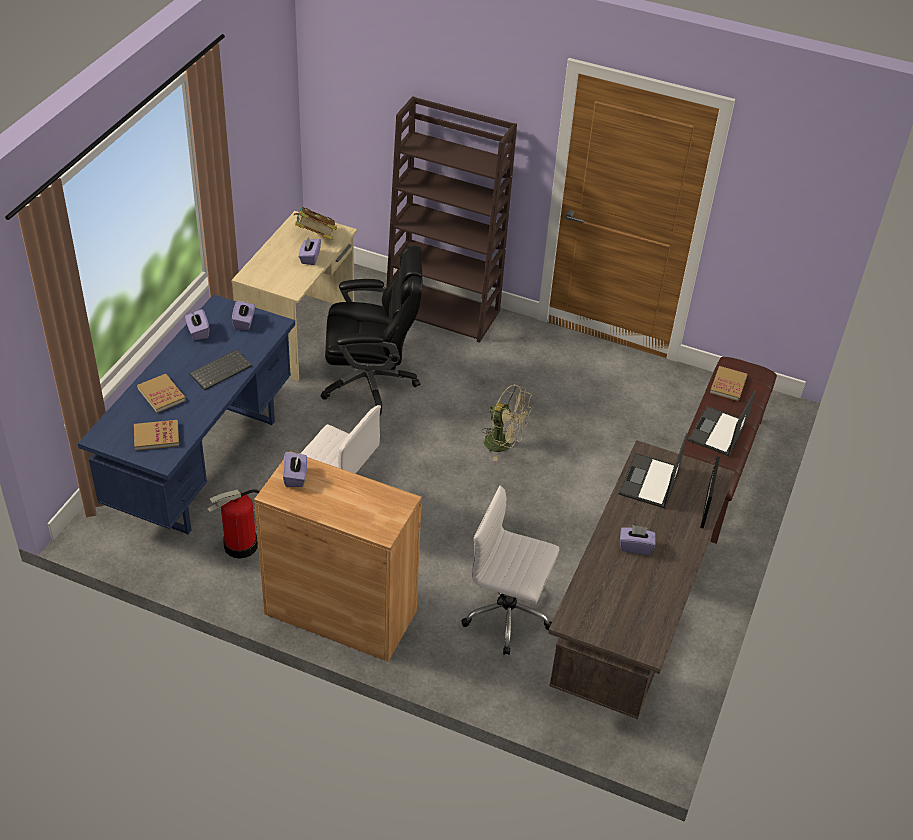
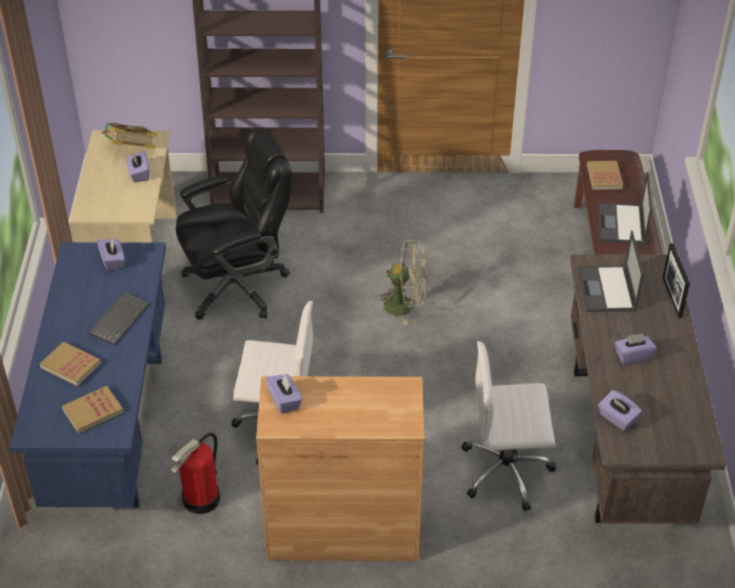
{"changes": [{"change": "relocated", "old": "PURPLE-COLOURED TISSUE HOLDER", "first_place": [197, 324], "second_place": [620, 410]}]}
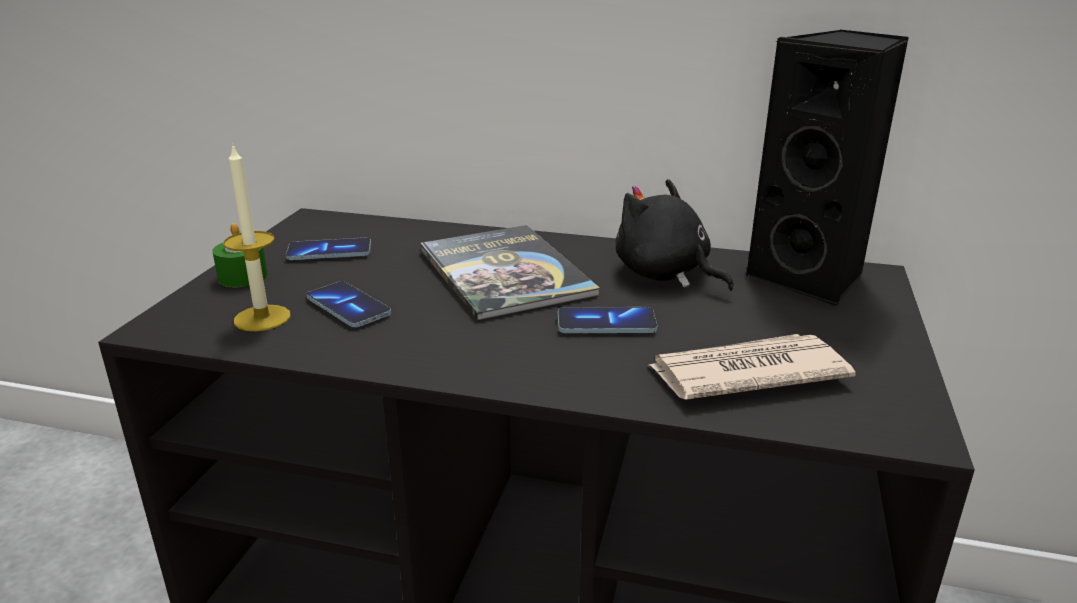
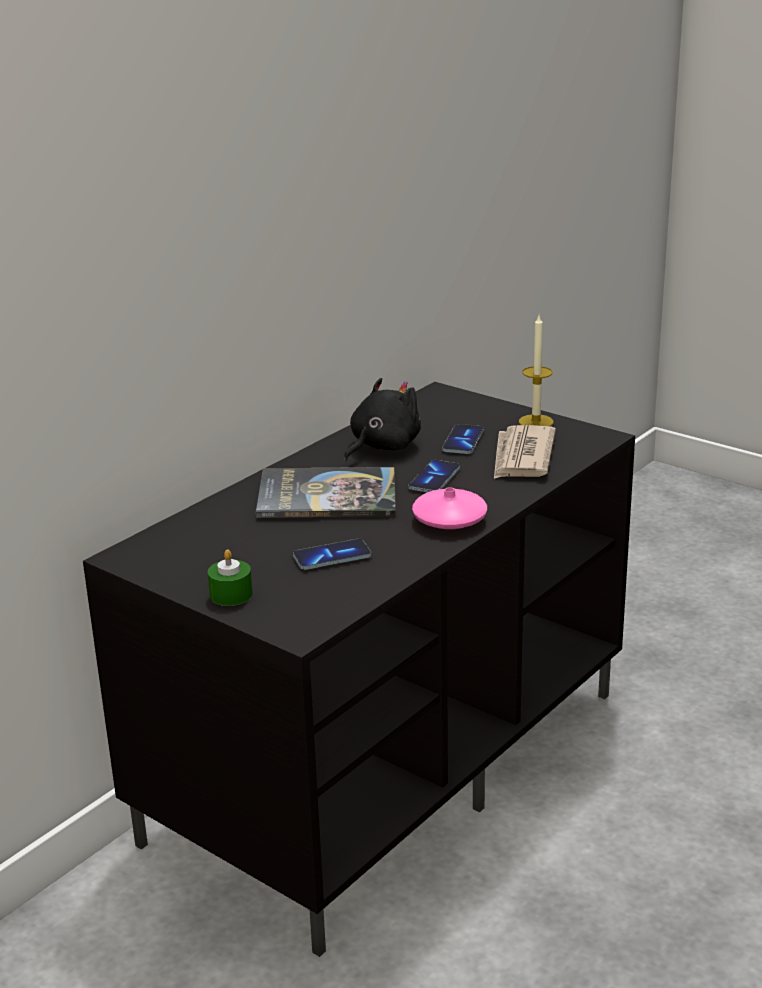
{"changes": [{"change": "missing", "old": "BLACK-COLOURED AUDIO SPEAKER", "first_place": [827, 168]}, {"change": "relocated", "old": "CANDLE", "first_place": [257, 237], "second_place": [536, 370]}, {"change": "spun", "old": "BLACK-COLOURED CUDDLY TOY", "first_place": [675, 235], "second_place": [382, 419], "degrees": 150}, {"change": "relocated", "old": "TELEPHONE", "first_place": [328, 248], "second_place": [463, 439]}, {"change": "appeared", "new": "PINK DECORATIVE VASE", "second_place": [449, 508]}]}
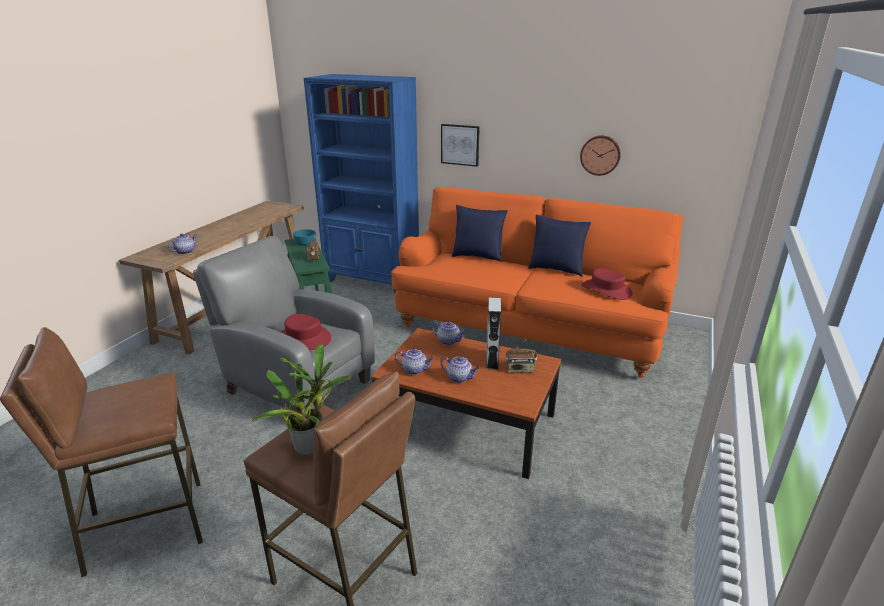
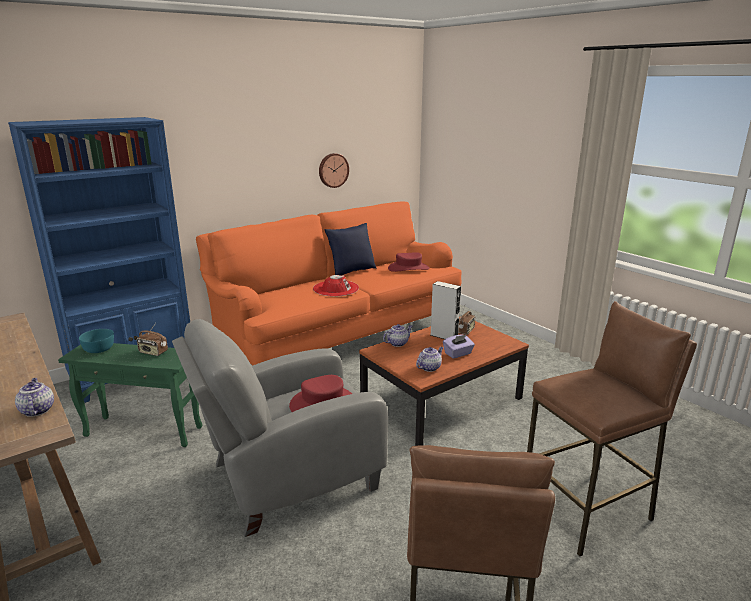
{"changes": [{"change": "missing", "old": "PICTURE", "first_place": [460, 145]}, {"change": "missing", "old": "BLUISH THROW PILLOW", "first_place": [480, 233]}, {"change": "missing", "old": "PLANT IN A POT", "first_place": [302, 399]}, {"change": "exchanged", "old": "POT FOR TEA", "new": "PURPLE-COLOURED TISSUE HOLDER", "first_place": [460, 370], "second_place": [459, 346]}, {"change": "appeared", "new": "RED CLOTHING HAT", "second_place": [336, 286]}]}
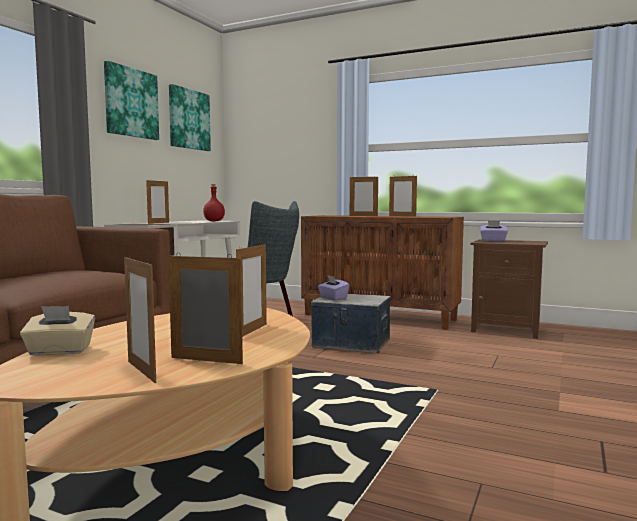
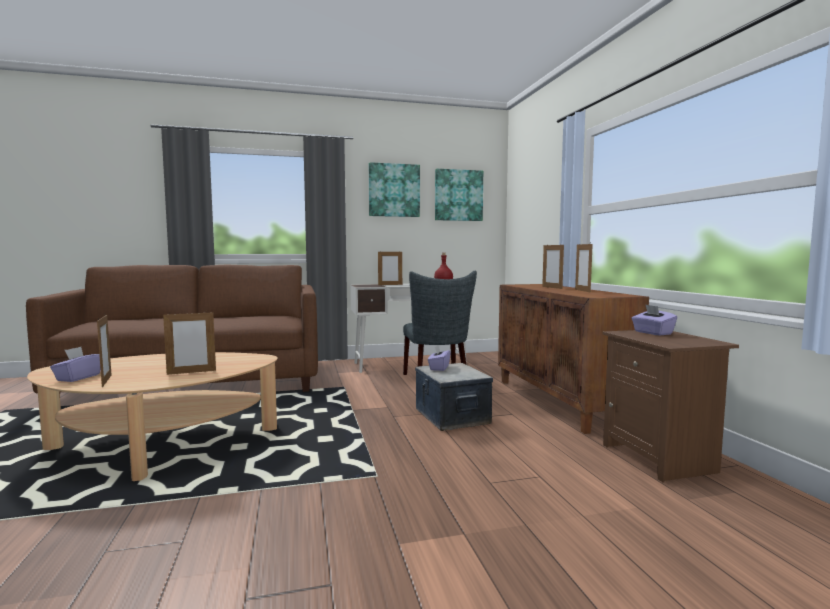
{"changes": [{"change": "exchanged", "old": "STANDING FRAME", "new": "PURPLE-COLOURED TISSUE HOLDER", "first_place": [140, 319], "second_place": [75, 364]}, {"change": "missing", "old": "BEIGE TISSUE HOLDER", "first_place": [57, 330]}]}
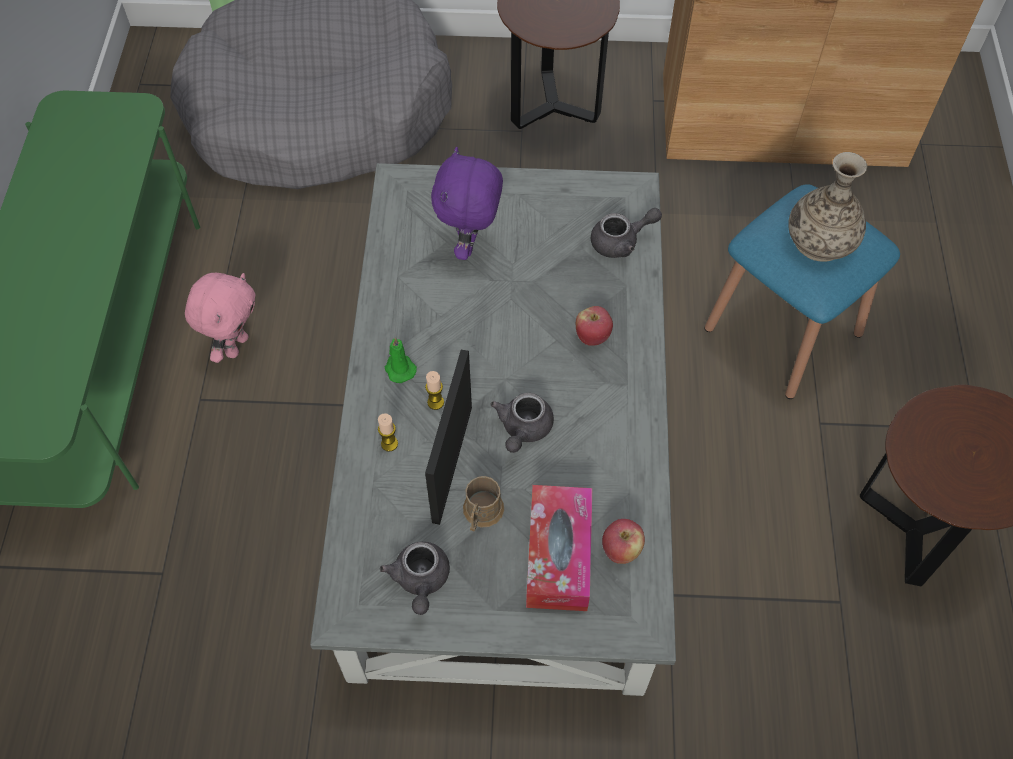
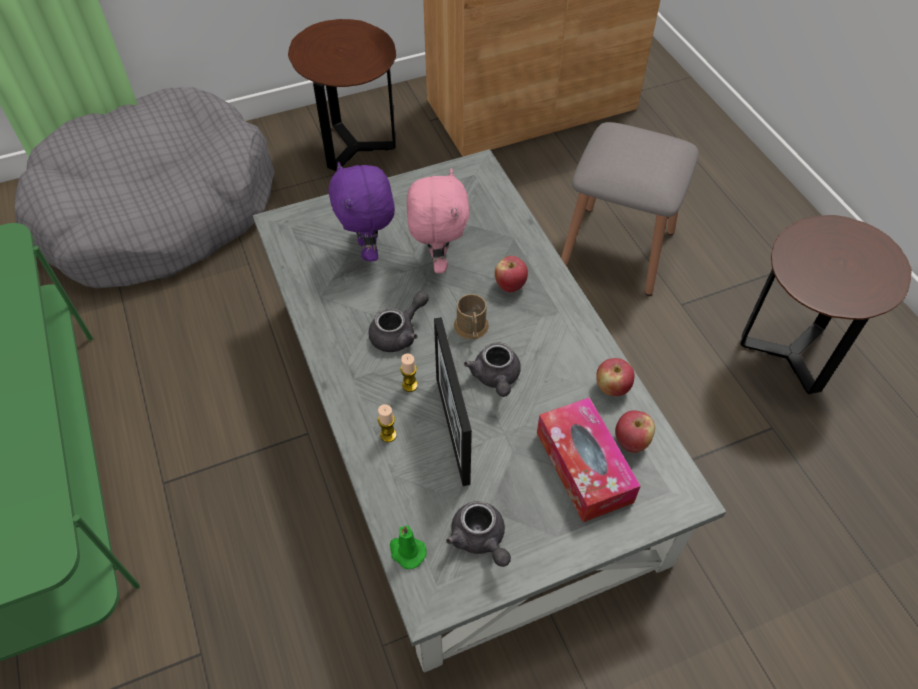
{"changes": [{"change": "missing", "old": "DECORATIVE VASE", "first_place": [827, 207]}, {"change": "colour", "old": "BLUISH SITTING STOOL", "new": "GREY SITTING STOOL", "first_place": [802, 291], "second_place": [630, 209]}, {"change": "relocated", "old": "GREY POT FOR TEA", "first_place": [626, 233], "second_place": [399, 321]}, {"change": "relocated", "old": "PINK CUDDLY TOY", "first_place": [220, 318], "second_place": [438, 221]}, {"change": "relocated", "old": "GREEN CANDLE", "first_place": [401, 360], "second_place": [408, 547]}, {"change": "relocated", "old": "BROWNISH TEA MUG", "first_place": [483, 504], "second_place": [471, 317]}, {"change": "appeared", "new": "APPLE FRUIT", "second_place": [615, 377]}]}
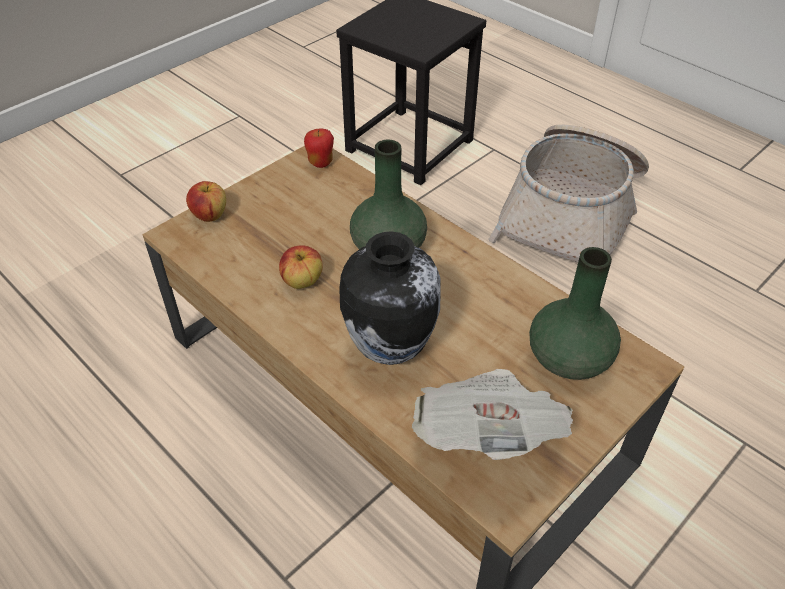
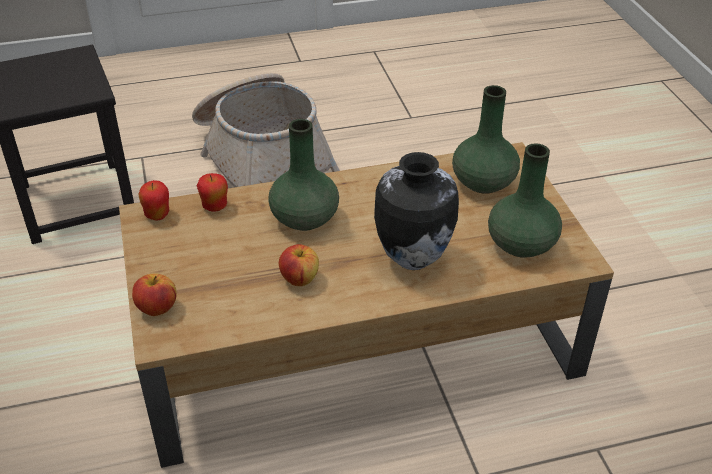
{"changes": [{"change": "exchanged", "old": "DAILY PAPER", "new": "GREEN DECORATIVE VASE", "first_place": [492, 414], "second_place": [525, 200]}, {"change": "appeared", "new": "APPLE FRUIT", "second_place": [212, 192]}]}
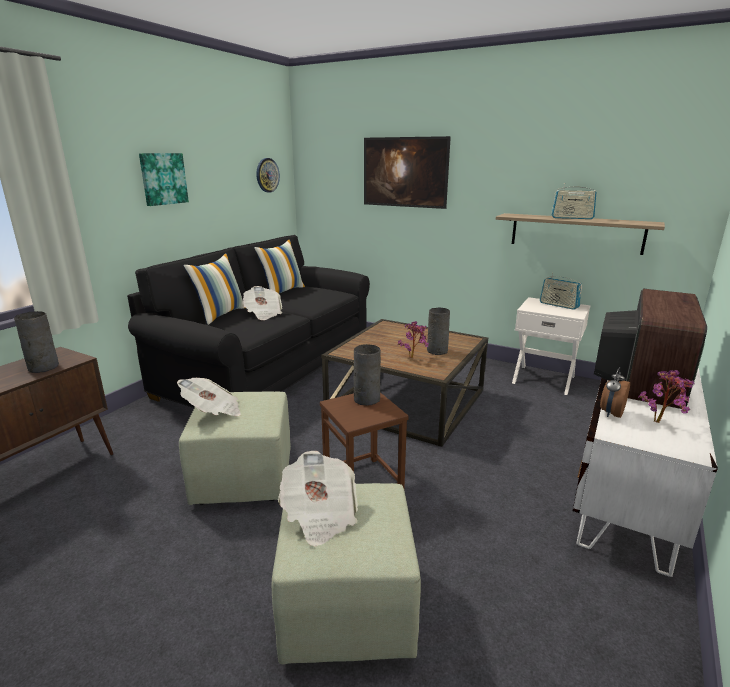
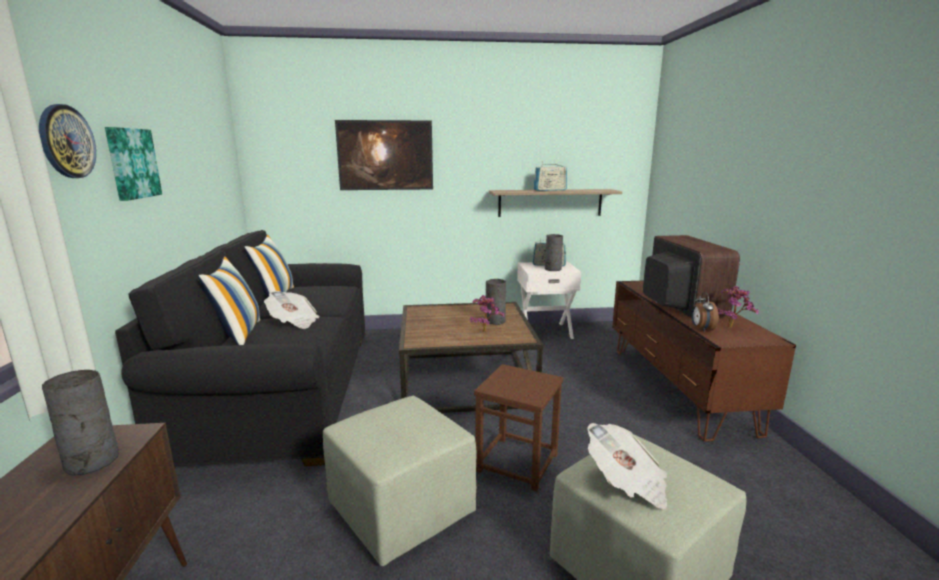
{"changes": [{"change": "relocated", "old": "CLOCK ON THE WALL", "first_place": [268, 175], "second_place": [67, 141]}, {"change": "relocated", "old": "GREY DECORATIVE VASE", "first_place": [367, 375], "second_place": [554, 252]}, {"change": "colour", "old": "WHITE TV STAND", "new": "BROWNISH TV STAND", "first_place": [645, 472], "second_place": [704, 361]}, {"change": "missing", "old": "DAILY PAPER", "first_place": [209, 397]}]}
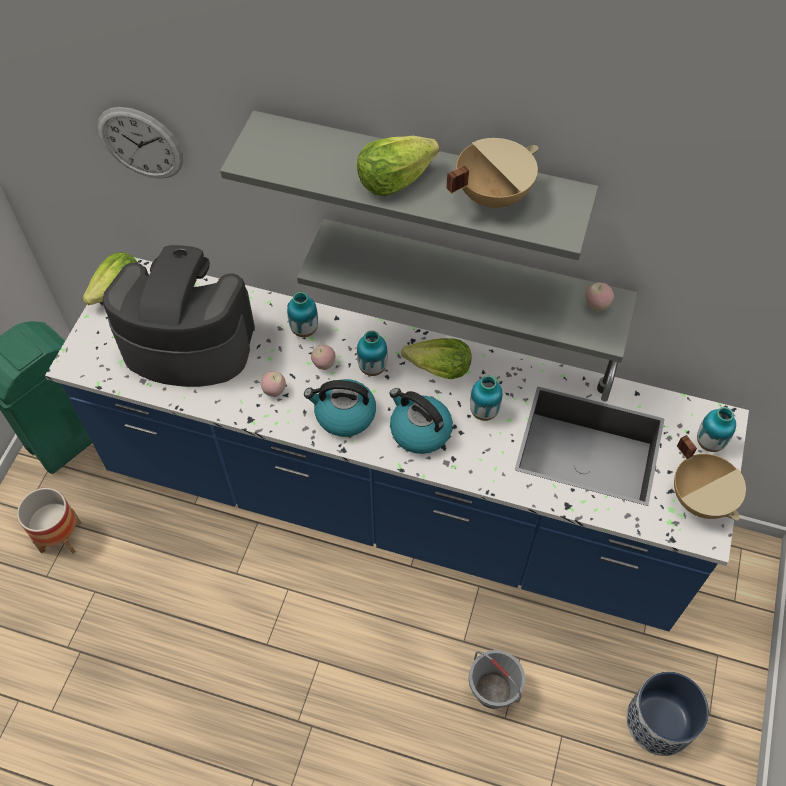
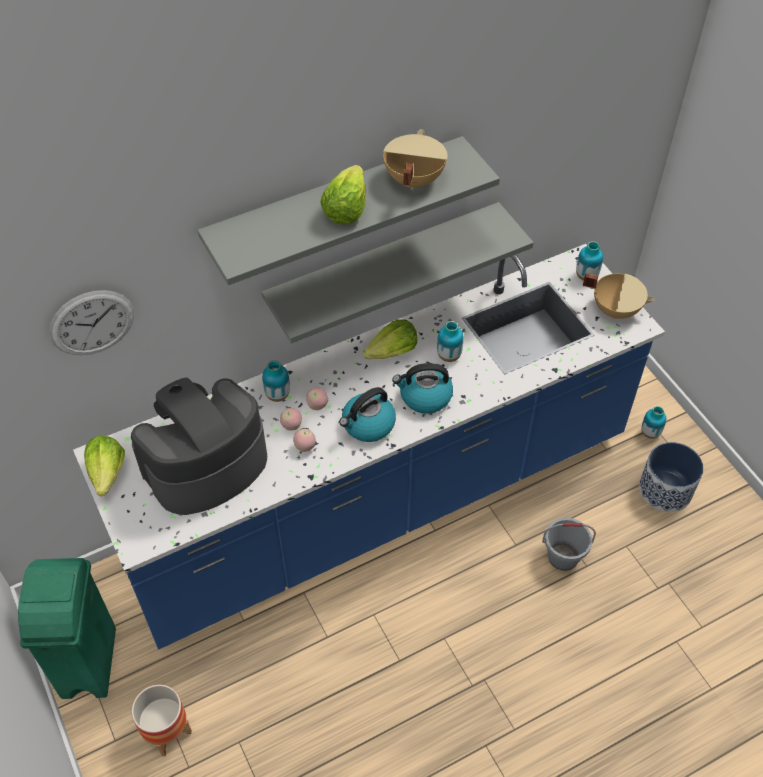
{"changes": [{"change": "relocated", "old": "APPLE FRUIT", "first_place": [599, 296], "second_place": [291, 419]}, {"change": "relocated", "old": "DECORATIVE VASE", "first_place": [372, 353], "second_place": [653, 422]}]}
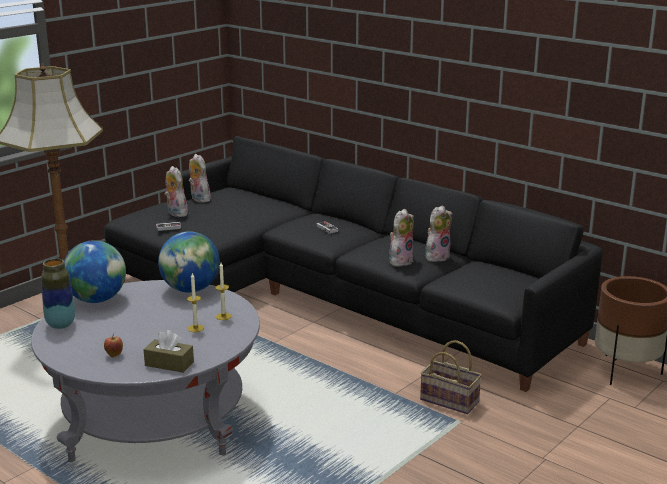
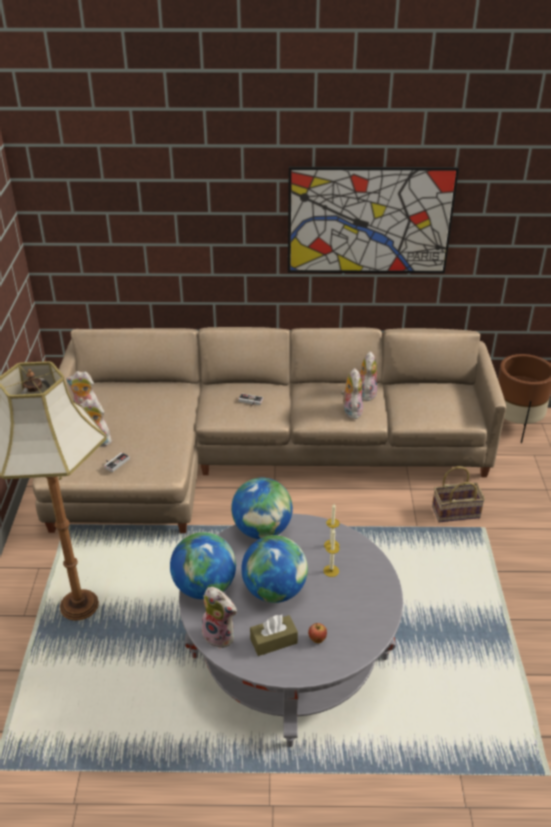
{"changes": [{"change": "colour", "old": "BLACK-COLOURED SOFA", "new": "BEIGE SOFA", "first_place": [353, 264], "second_place": [269, 430]}, {"change": "exchanged", "old": "DECORATIVE VASE", "new": "CUDDLY TOY", "first_place": [58, 293], "second_place": [219, 618]}, {"change": "relocated", "old": "BROWNISH TISSUE HOLDER", "first_place": [169, 351], "second_place": [274, 635]}, {"change": "appeared", "new": "PICTURE", "second_place": [373, 220]}, {"change": "appeared", "new": "GLOBE", "second_place": [274, 569]}]}
